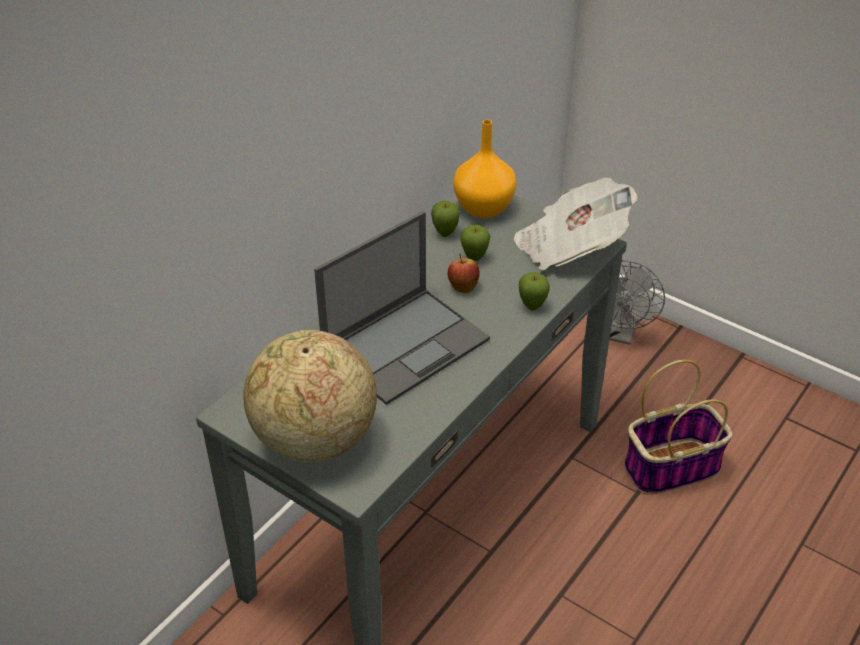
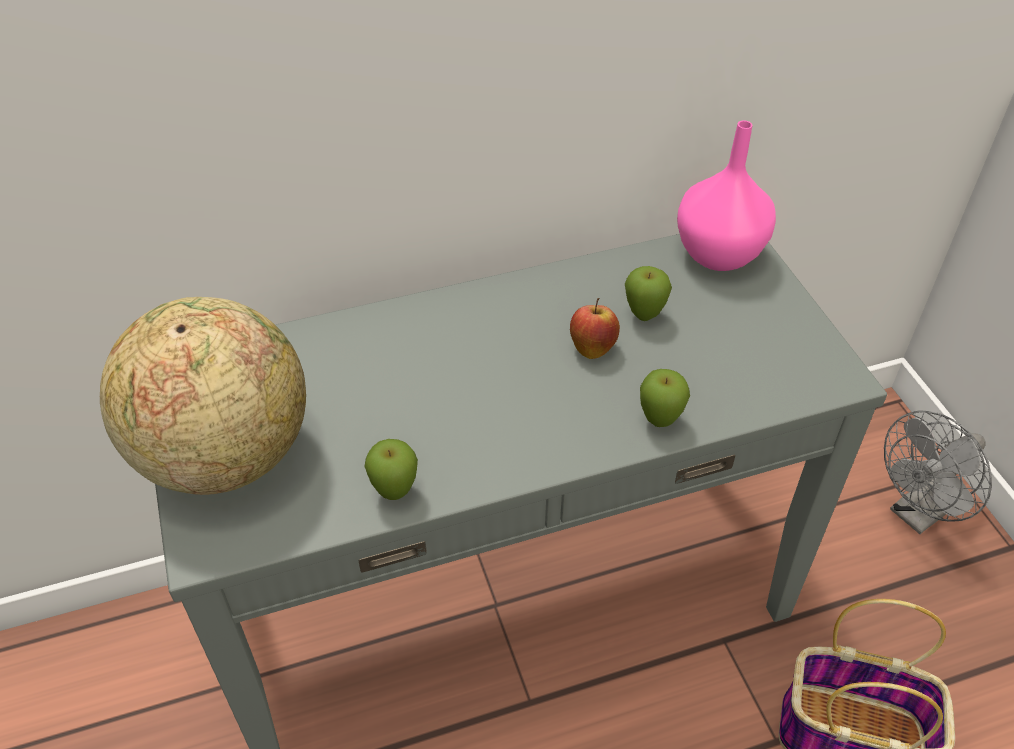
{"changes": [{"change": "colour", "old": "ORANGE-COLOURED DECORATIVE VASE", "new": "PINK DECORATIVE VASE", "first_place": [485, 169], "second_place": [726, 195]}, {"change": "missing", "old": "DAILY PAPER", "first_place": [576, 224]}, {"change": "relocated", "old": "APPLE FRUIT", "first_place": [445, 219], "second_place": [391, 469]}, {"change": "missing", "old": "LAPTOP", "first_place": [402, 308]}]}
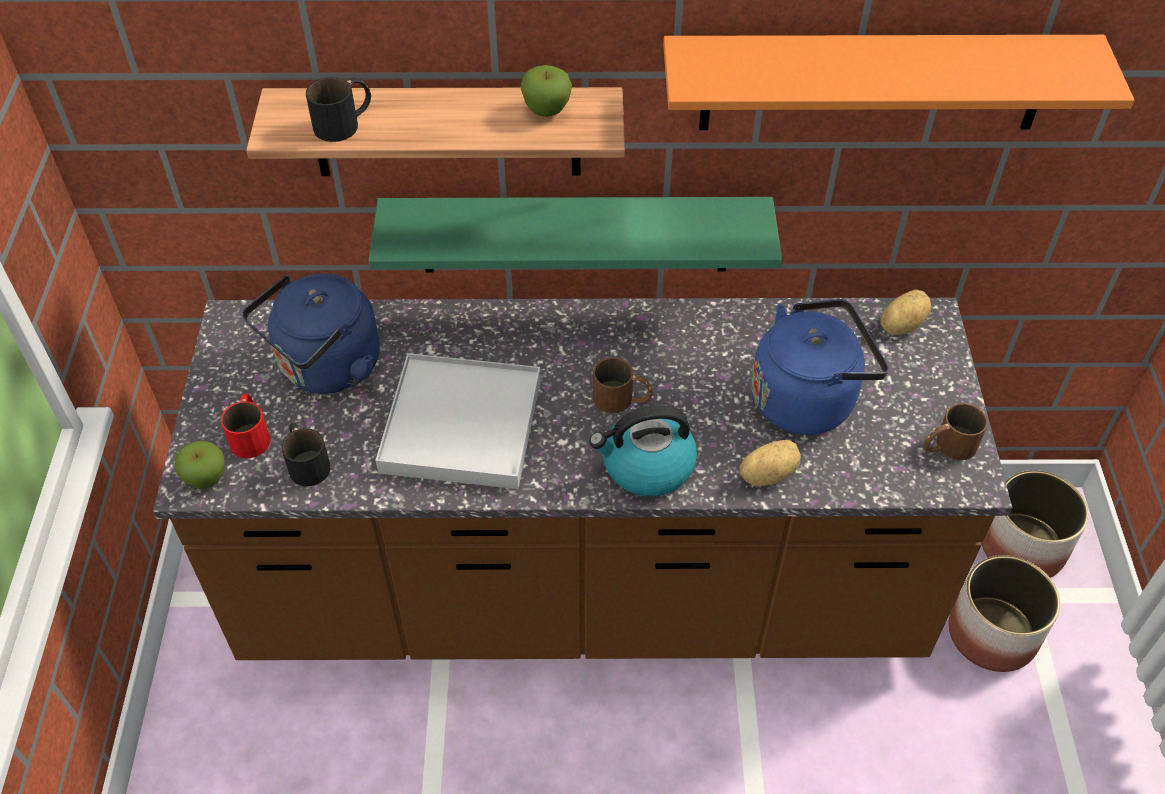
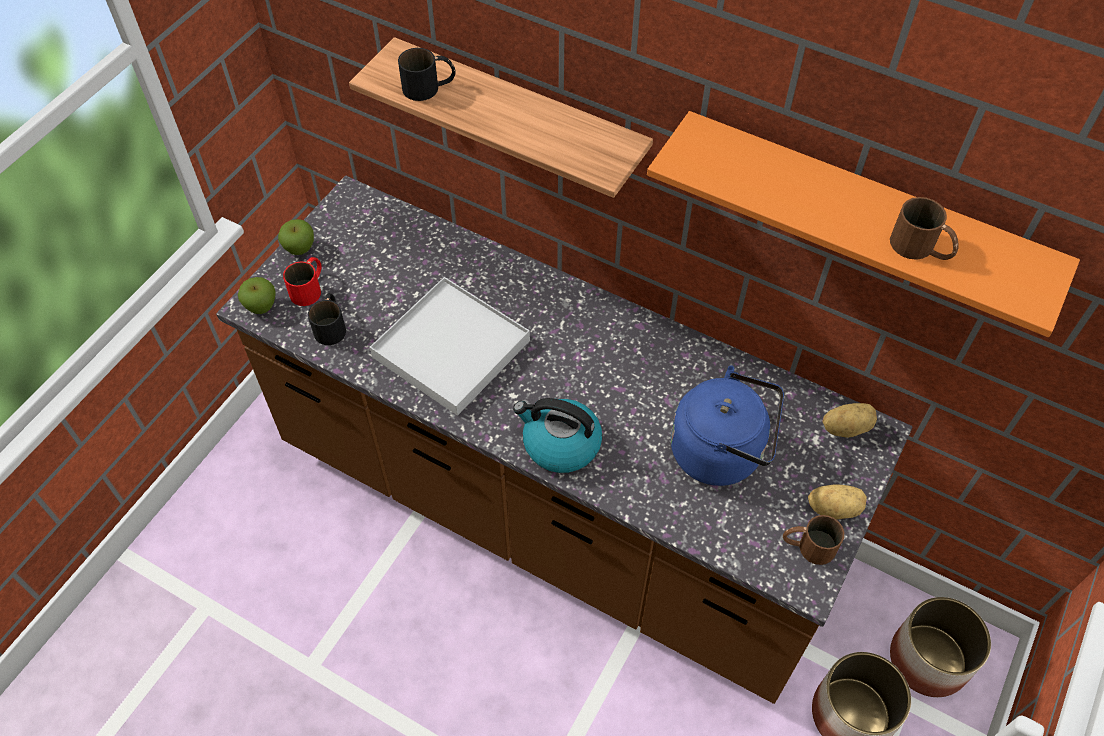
{"changes": [{"change": "relocated", "old": "APPLE FRUIT", "first_place": [546, 91], "second_place": [296, 237]}, {"change": "missing", "old": "GREEN SHELF", "first_place": [575, 235]}, {"change": "missing", "old": "BLUISH TEA KETTLE", "first_place": [311, 334]}, {"change": "relocated", "old": "BROWNISH TEA MUG", "first_place": [623, 385], "second_place": [924, 228]}, {"change": "relocated", "old": "SPUD", "first_place": [770, 463], "second_place": [837, 501]}]}
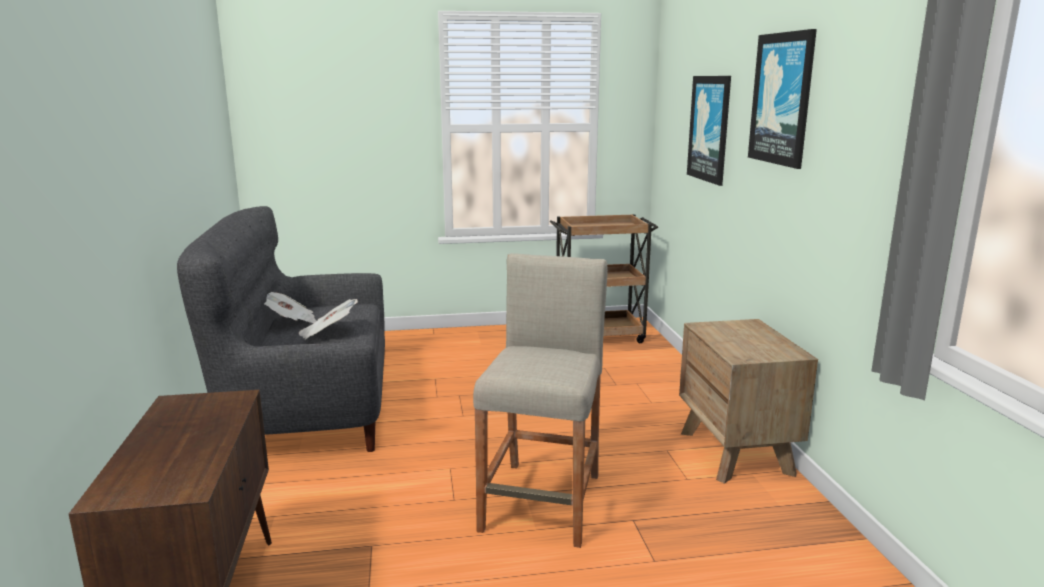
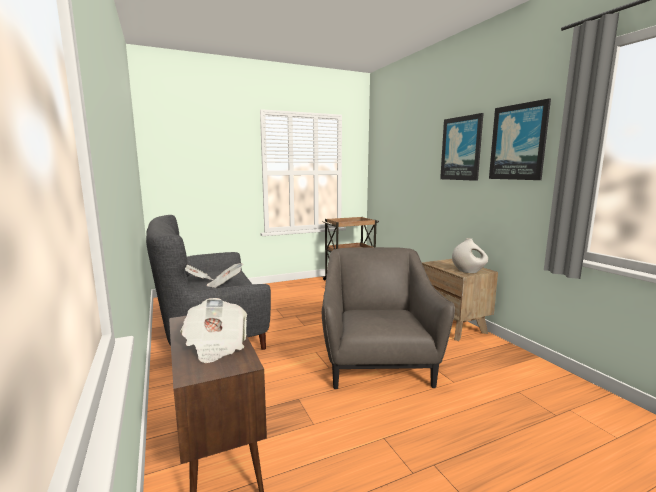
{"changes": [{"change": "relocated", "old": "PICTURE", "first_place": [709, 131], "second_place": [520, 139]}, {"change": "exchanged", "old": "BEIGE SITTING STOOL", "new": "GREY EASY CHAIR", "first_place": [540, 400], "second_place": [388, 318]}, {"change": "appeared", "new": "WHITE DECORATIVE VASE", "second_place": [470, 255]}, {"change": "appeared", "new": "DAILY PAPER", "second_place": [213, 330]}]}
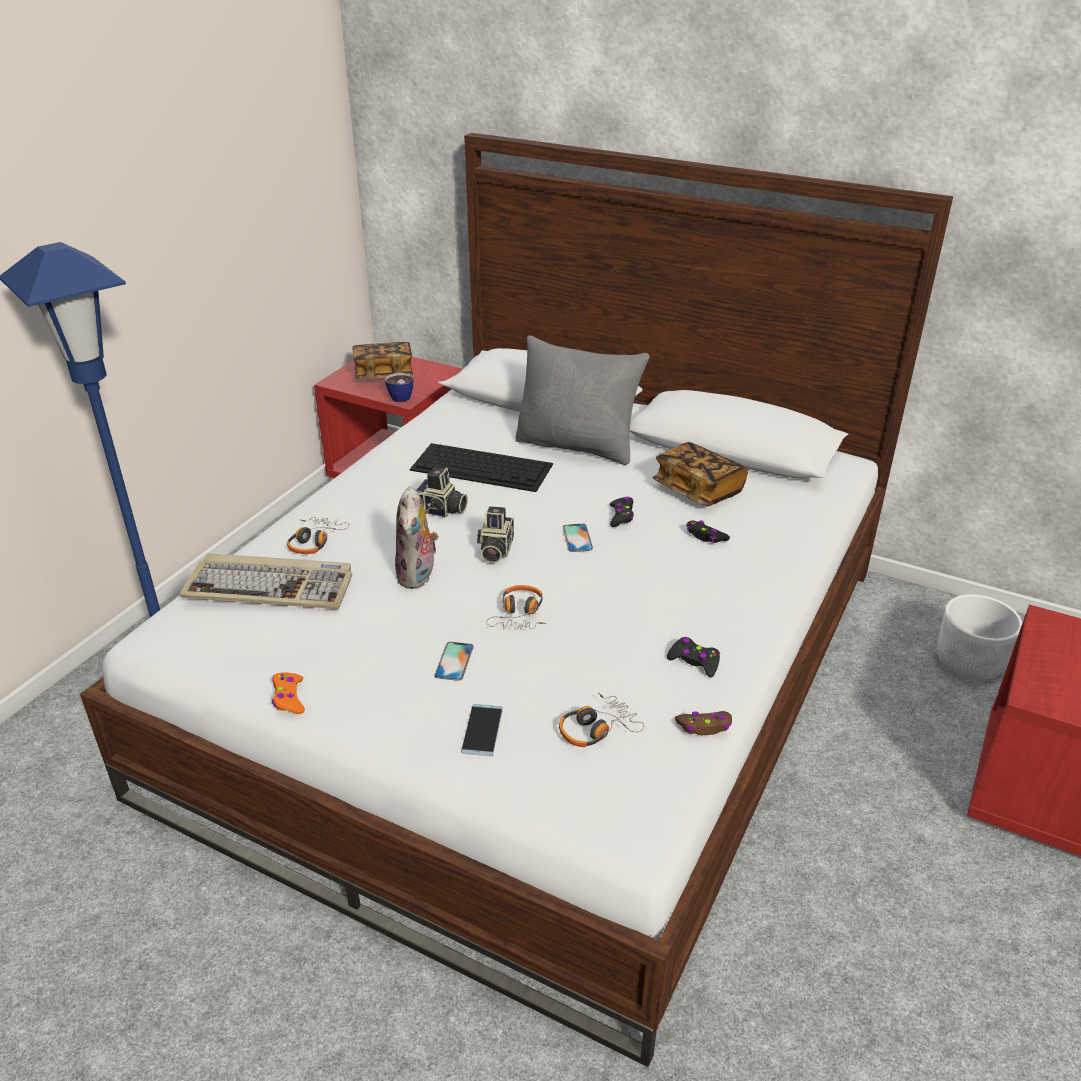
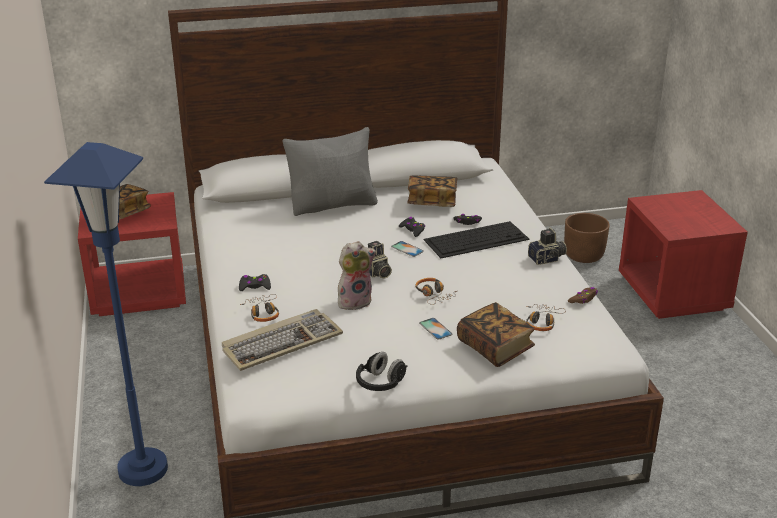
{"changes": [{"change": "missing", "old": "DRINKING CUP", "first_place": [399, 387]}, {"change": "relocated", "old": "COMPUTER KEYBOARD", "first_place": [481, 467], "second_place": [477, 239]}, {"change": "relocated", "old": "STILL CAMERA", "first_place": [442, 493], "second_place": [547, 246]}, {"change": "spun", "old": "CUDDLY TOY", "first_place": [417, 537], "second_place": [357, 275], "degrees": -75}, {"change": "colour", "old": "WHITE FLOWER POT", "new": "BROWNISH FLOWER POT", "first_place": [979, 637], "second_place": [587, 238]}, {"change": "relocated", "old": "BLACK-COLOURED GAMEPAD", "first_place": [693, 657], "second_place": [255, 282]}, {"change": "exchanged", "old": "ORANGE-COLOURED GAMEPAD", "new": "BLACK-COLOURED HEADPHONES", "first_place": [288, 693], "second_place": [381, 371]}, {"change": "exchanged", "old": "TELEPHONE", "new": "BOOK", "first_place": [482, 730], "second_place": [496, 334]}]}
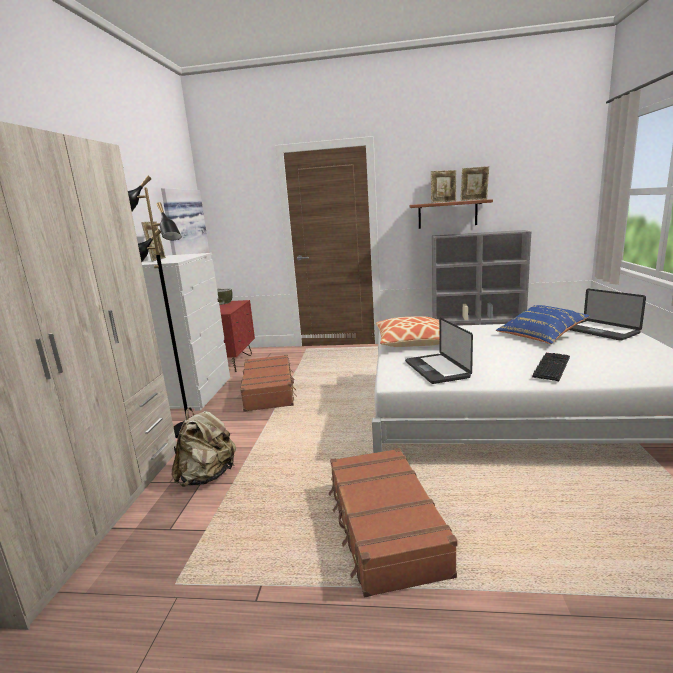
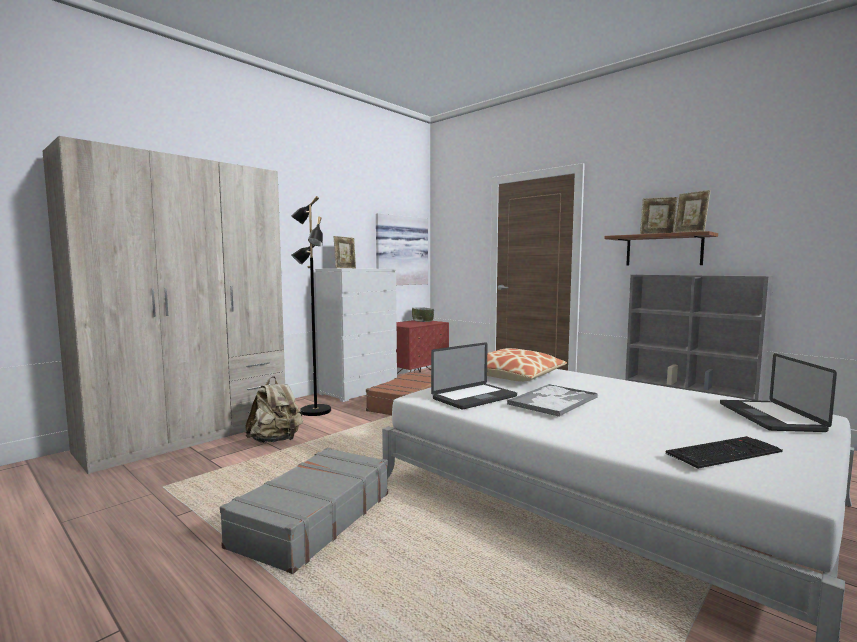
{"changes": [{"change": "missing", "old": "BLUISH THROW PILLOW", "first_place": [542, 324]}, {"change": "spun", "old": "LAPTOP", "first_place": [439, 351], "second_place": [474, 376], "degrees": -150}, {"change": "relocated", "old": "COMPUTER KEYBOARD", "first_place": [551, 367], "second_place": [724, 452]}, {"change": "colour", "old": "BROWNISH TRAVEL CASE", "new": "GREY TRAVEL CASE", "first_place": [393, 522], "second_place": [304, 511]}, {"change": "appeared", "new": "CARRYING TRAY", "second_place": [552, 400]}]}
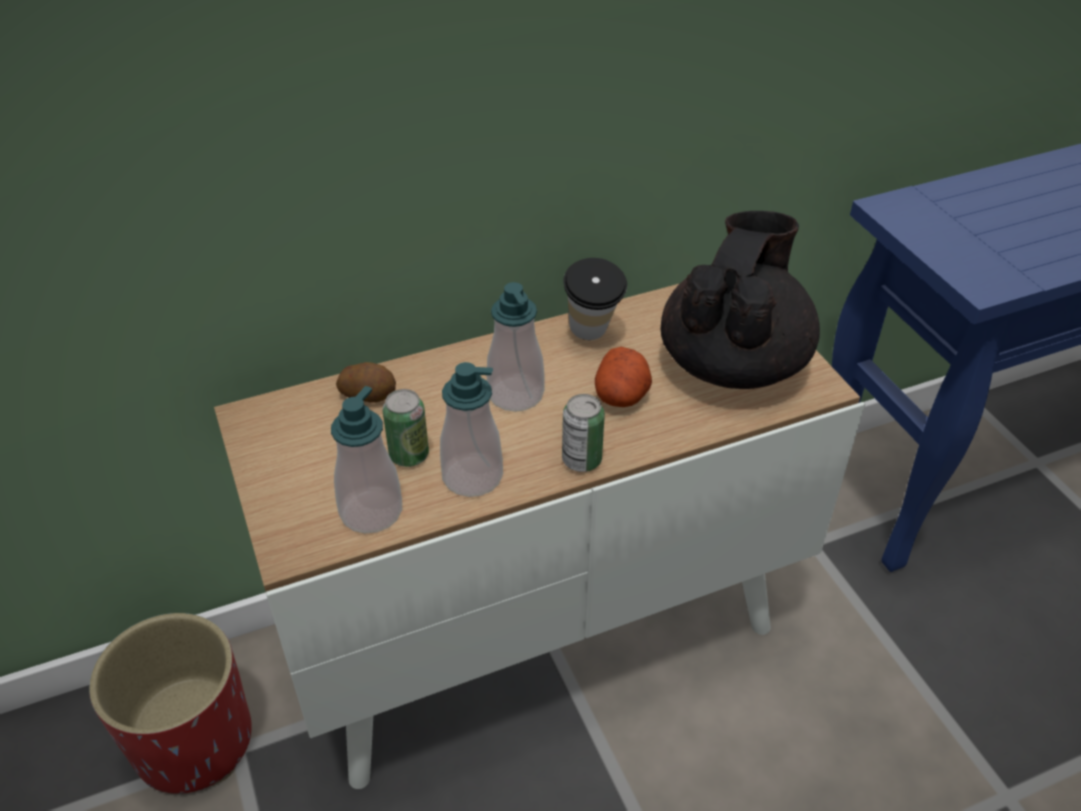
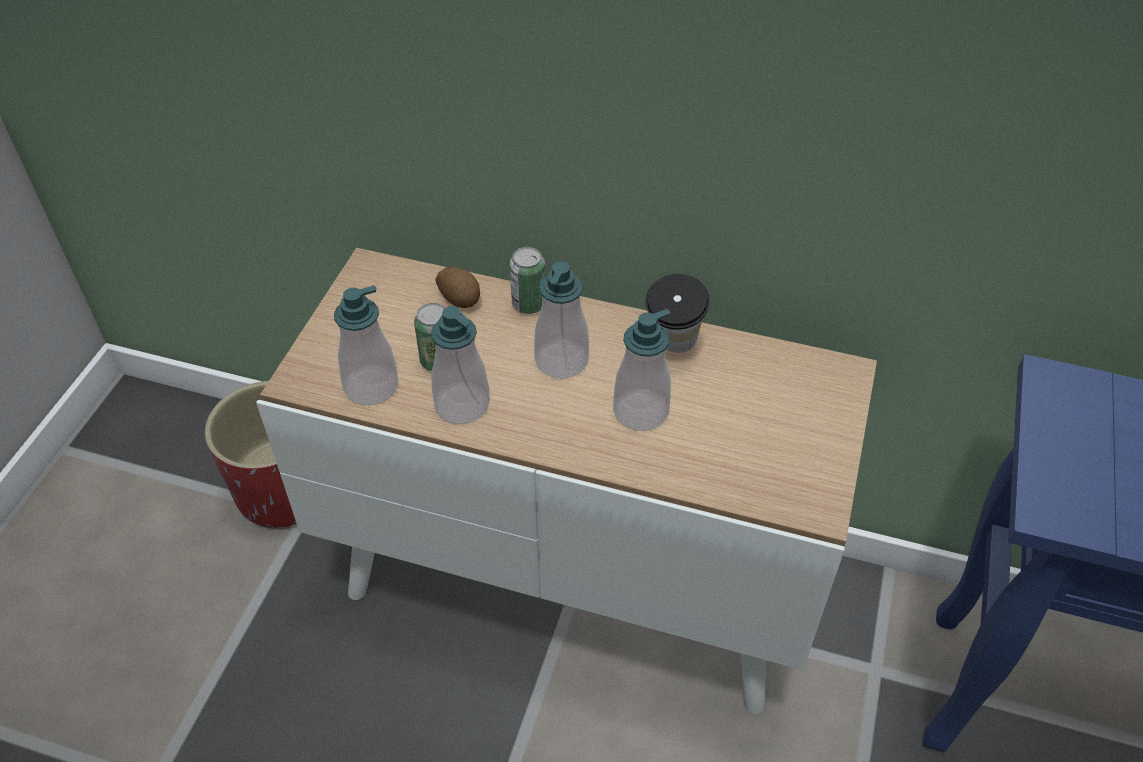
{"changes": [{"change": "missing", "old": "BLACK-COLOURED POT FOR TEA", "first_place": [740, 300]}, {"change": "exchanged", "old": "SPUD", "new": "SOAP DISPENSER", "first_place": [623, 377], "second_place": [642, 370]}, {"change": "relocated", "old": "METAL CAN", "first_place": [583, 433], "second_place": [527, 280]}]}
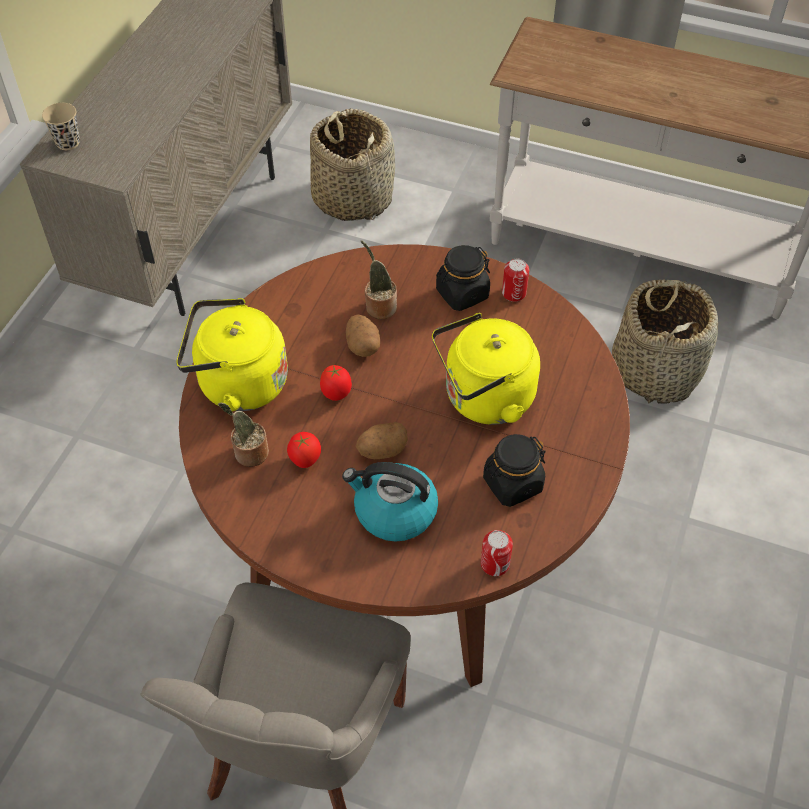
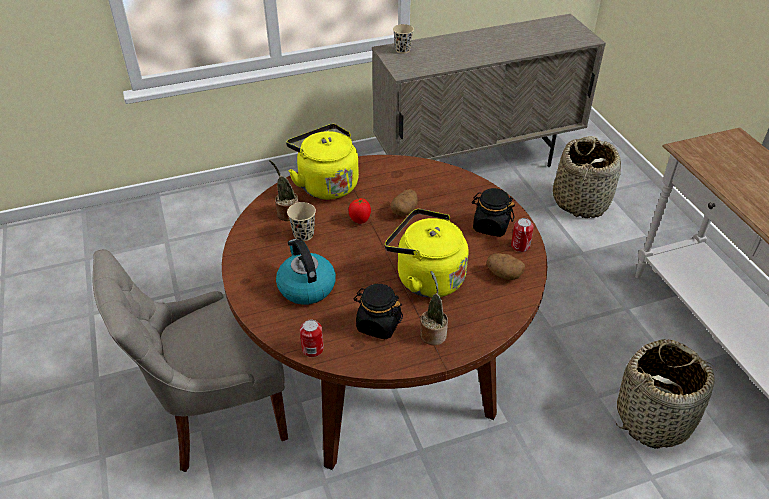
{"changes": [{"change": "relocated", "old": "PLANT IN A POT", "first_place": [379, 279], "second_place": [434, 308]}, {"change": "relocated", "old": "SPUD", "first_place": [382, 440], "second_place": [506, 266]}, {"change": "exchanged", "old": "TOMATO", "new": "BEIGE DRINKING CUP", "first_place": [304, 450], "second_place": [301, 221]}]}
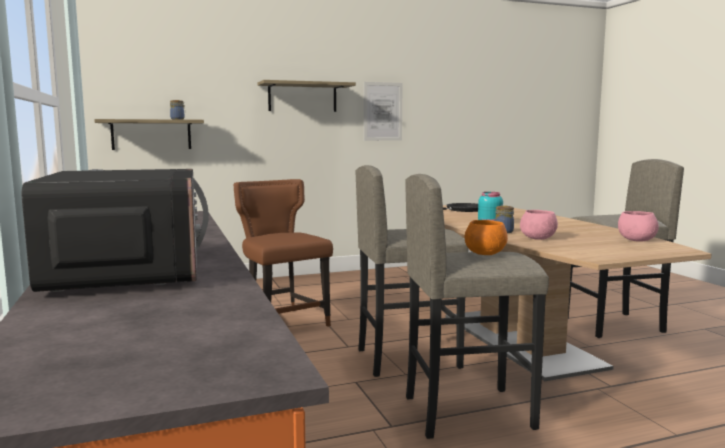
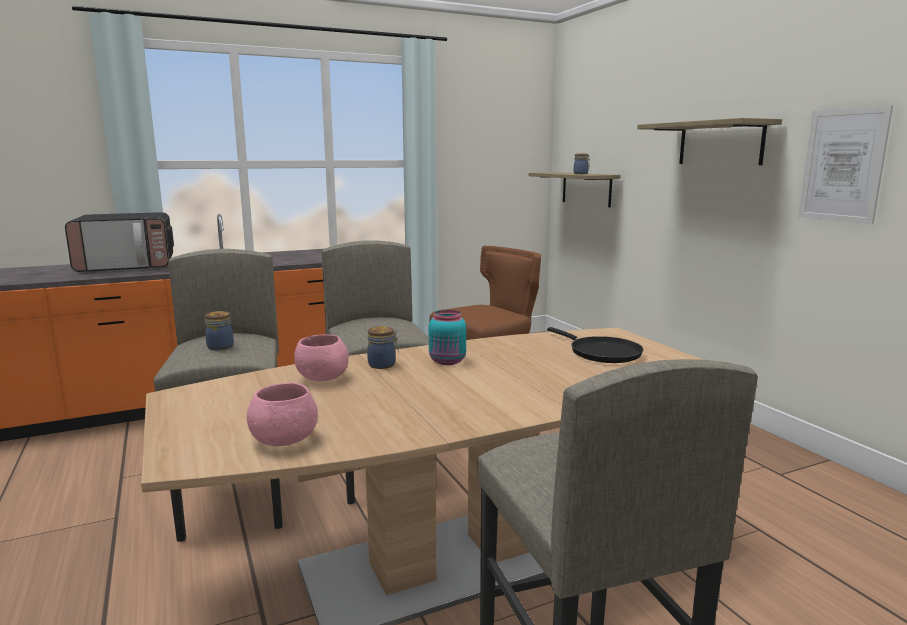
{"changes": [{"change": "exchanged", "old": "ORANGE-COLOURED DEEP DISH", "new": "STORAGE JAR", "first_place": [486, 237], "second_place": [219, 331]}]}
